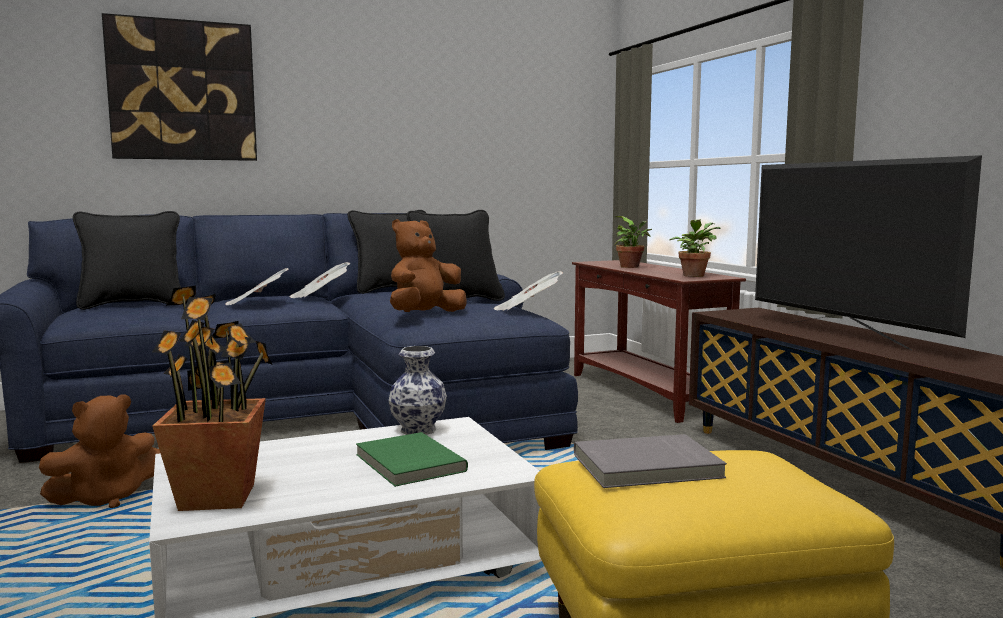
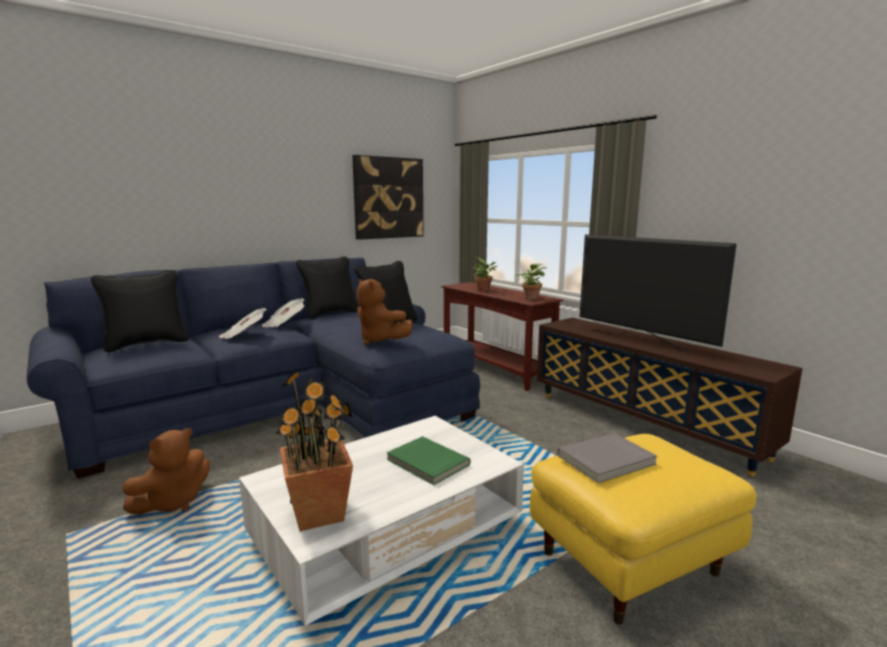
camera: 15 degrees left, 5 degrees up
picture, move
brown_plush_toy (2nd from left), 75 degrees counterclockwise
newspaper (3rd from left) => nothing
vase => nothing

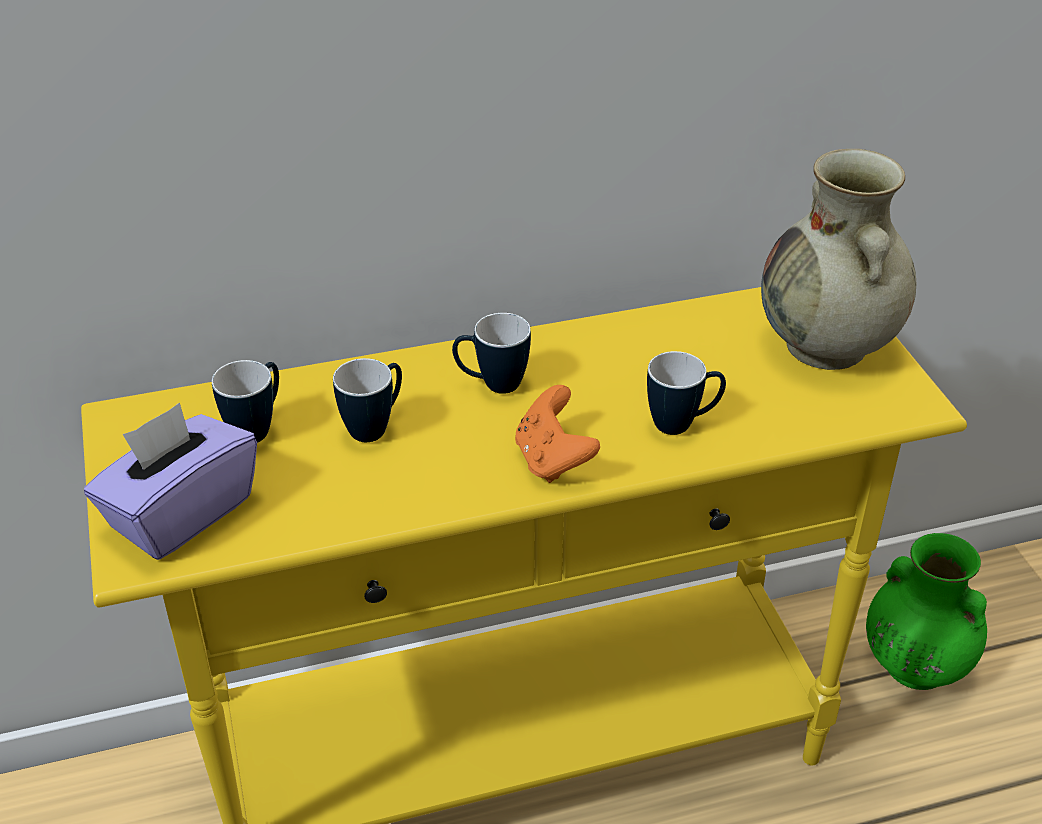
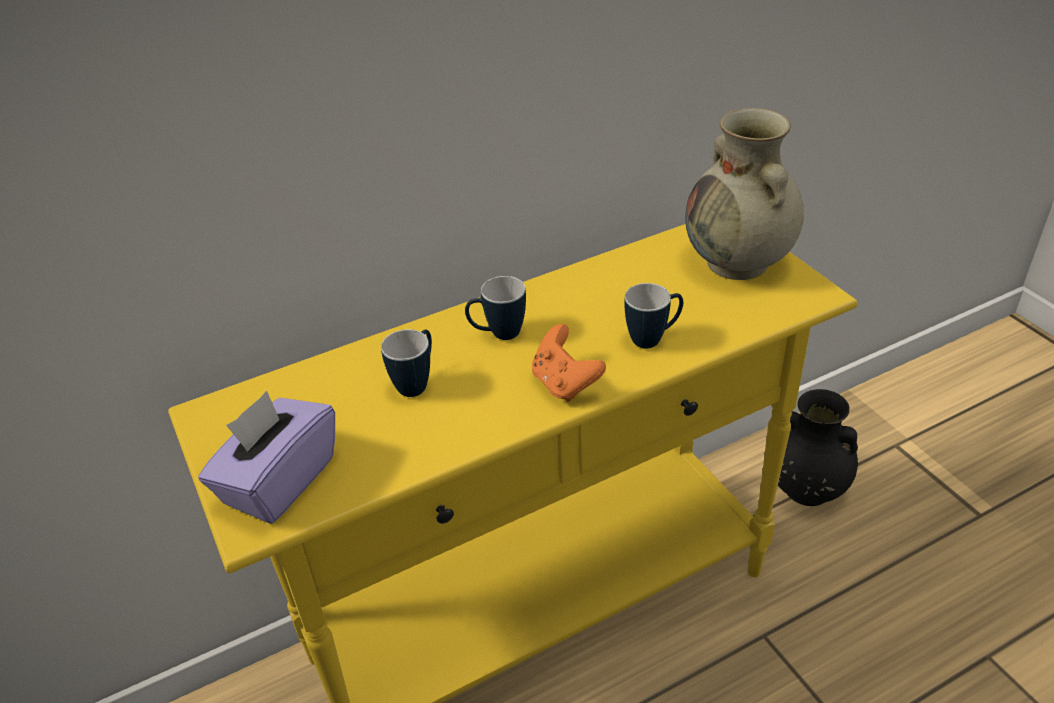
camera: 10 degrees left, 0 degrees up
mug (1st from left) => nothing
green_vase => black_vase

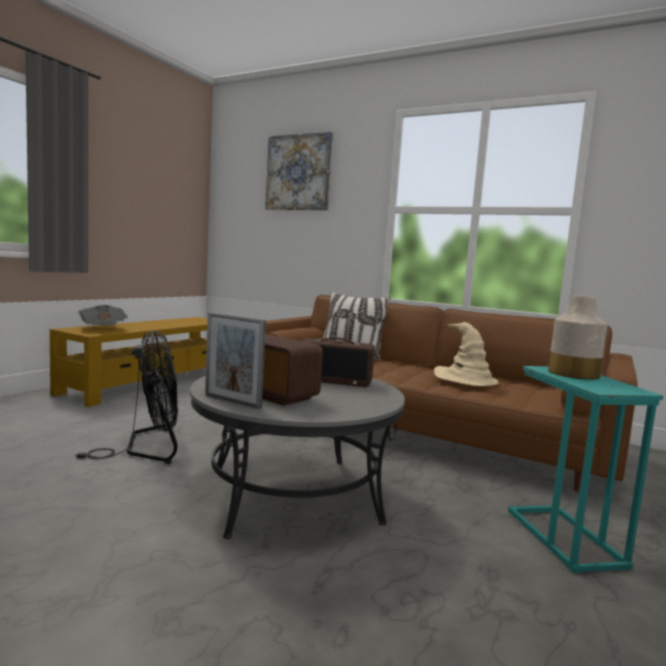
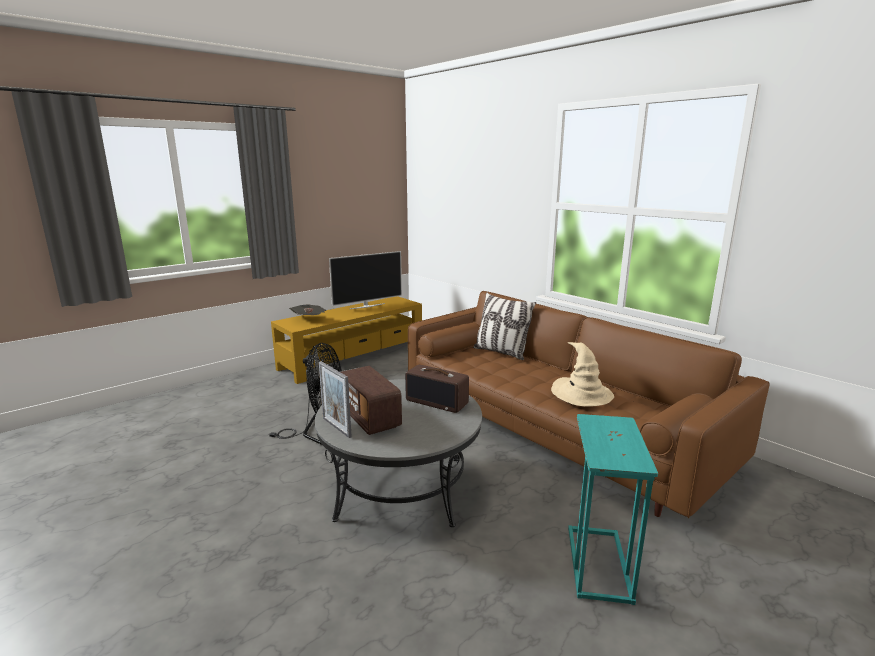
camera: 20 degrees right, 10 degrees up
picture => nothing
beige_vase => nothing
nothing => television

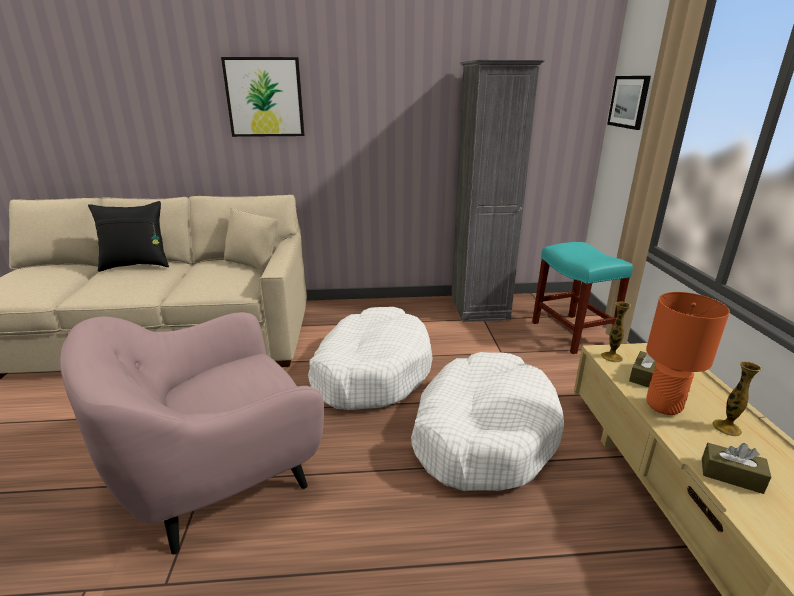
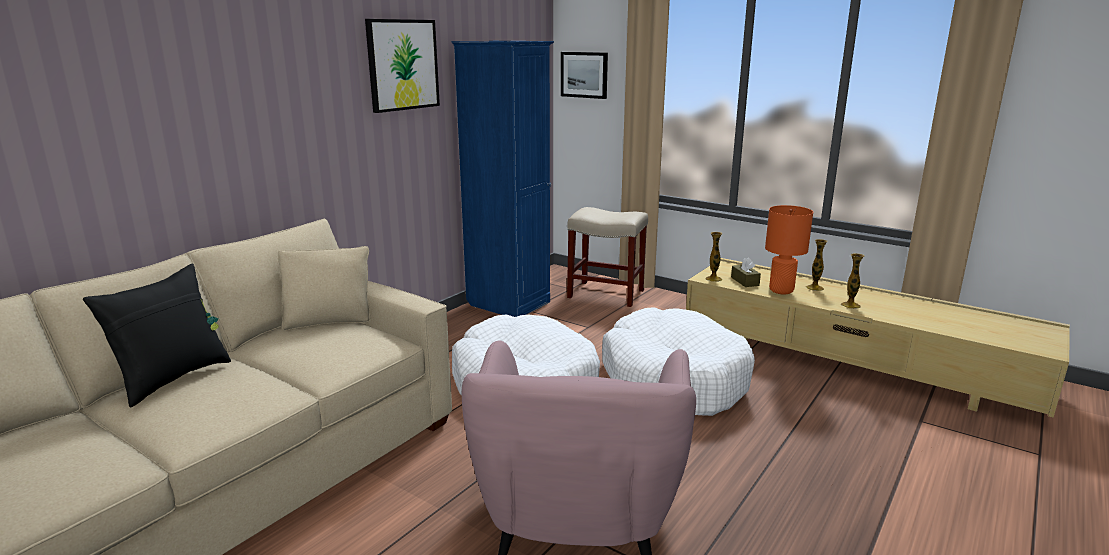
camera: 50 degrees left, 5 degrees down
picture (1st from left), move
grey_cabinet => blue_cabinet
turquoise_stool => beige_stool
brown_tissue_box (2nd from left) => vase (3rd from left)

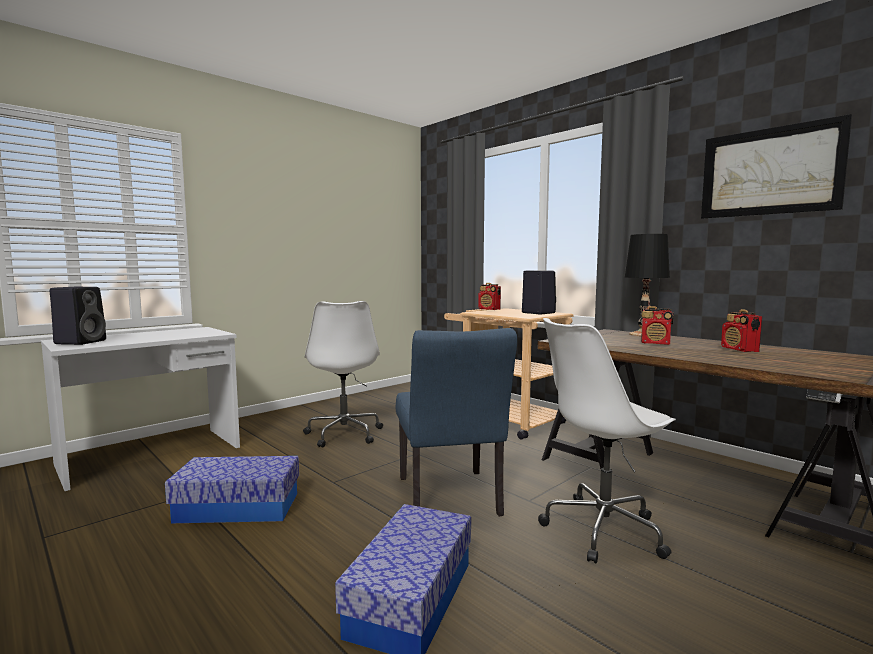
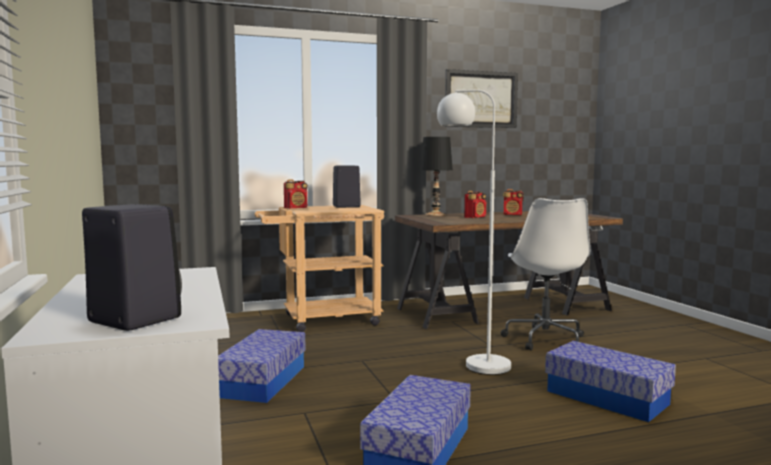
camera: 65 degrees left, 0 degrees up
white_office_chair (1st from left) => storage_box (1st from left)
blue_chair => white_floor_lamp

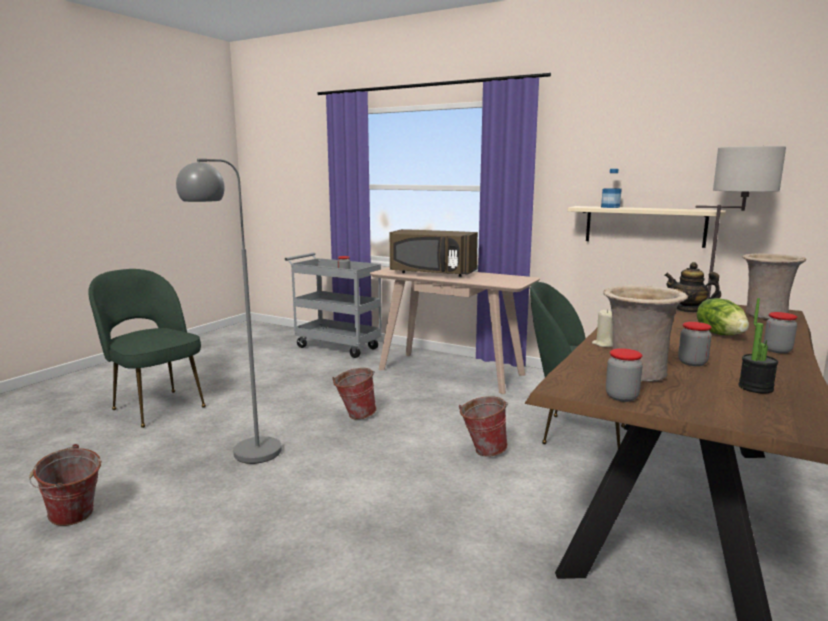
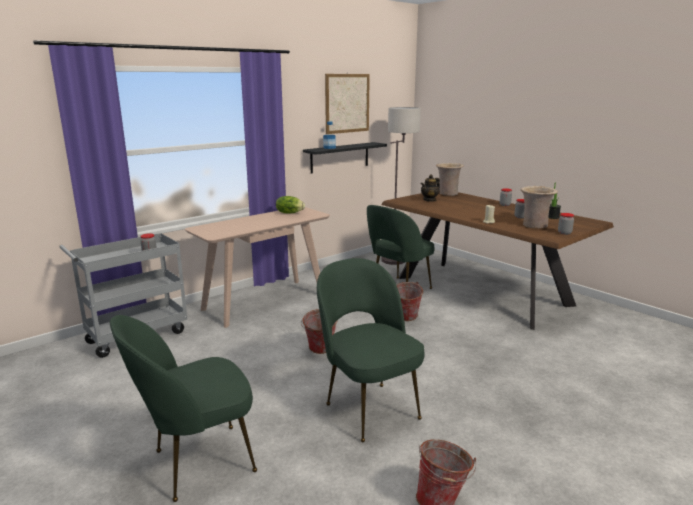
camera: 70 degrees left, 5 degrees up
grey_floor_lamp (1st from left) => green_chair (2nd from left)
beige_shelf => black_shelf
brown_microwave => nothing
lettuce, move
nothing => picture

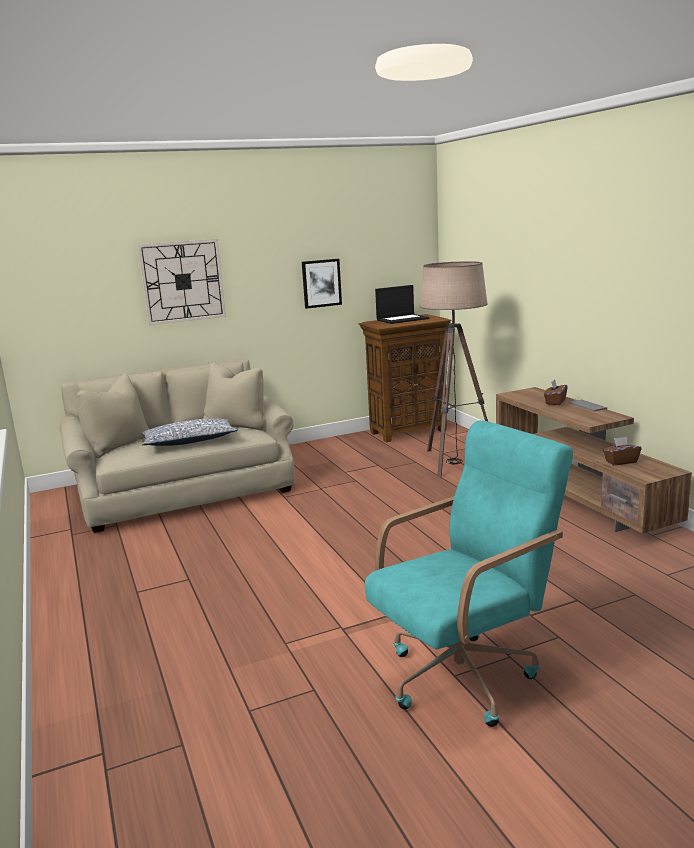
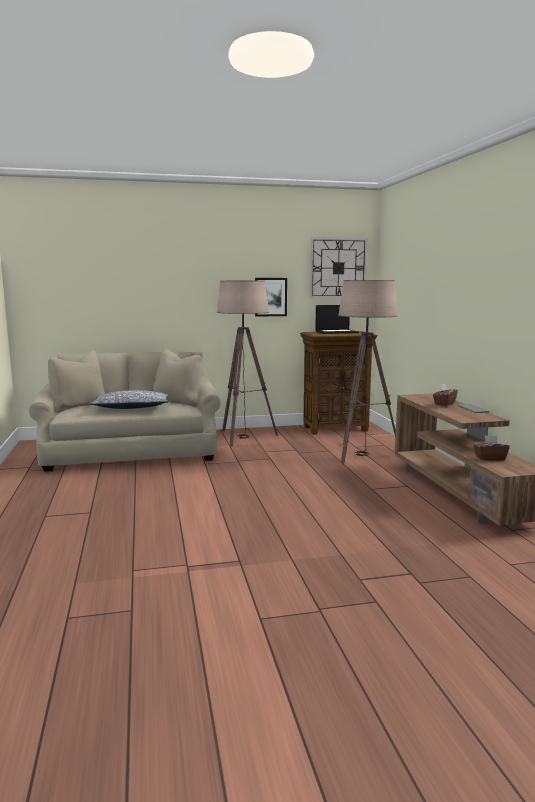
camera: 10 degrees right, 5 degrees down
wall_clock, move
turquoise_office_chair => nothing
nothing => floor_lamp (1st from left)

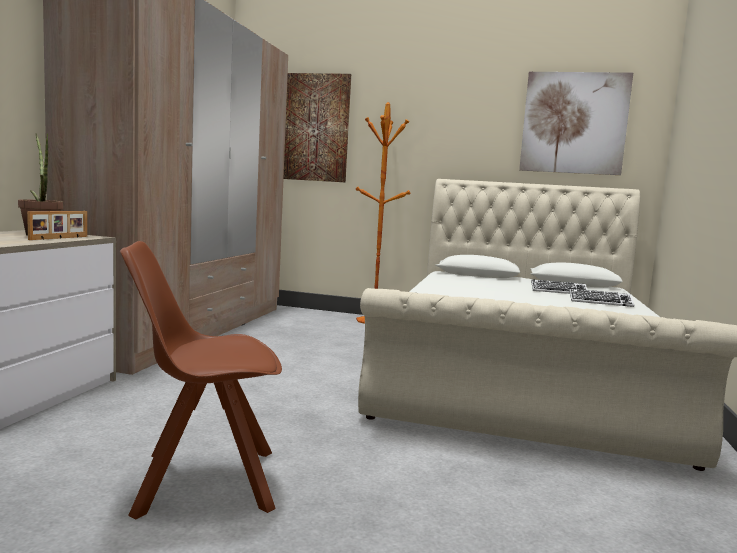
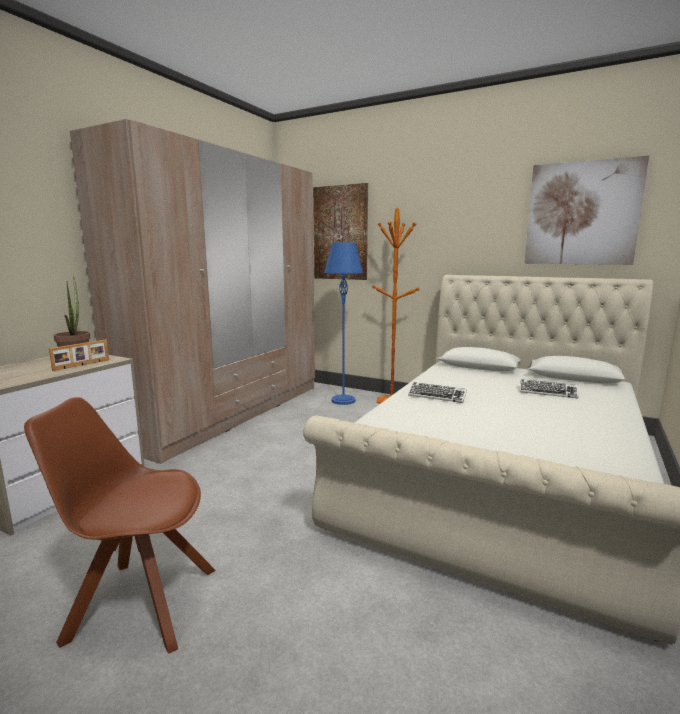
camera: 15 degrees right, 5 degrees up
keyboard (2nd from left in the first image) => keyboard (1st from left), move
nothing => blue_floor_lamp

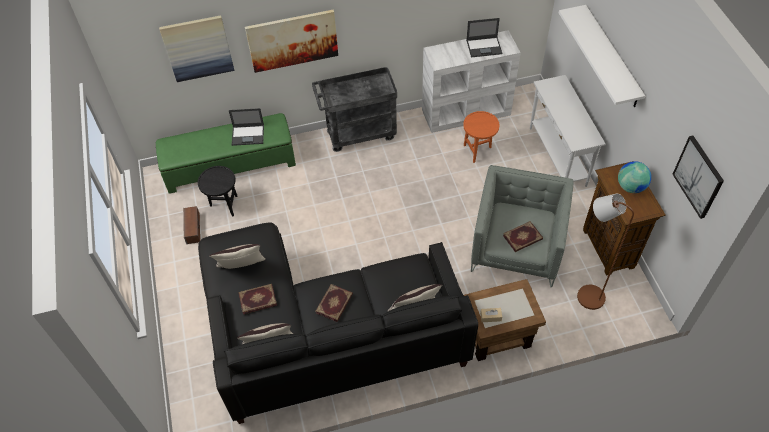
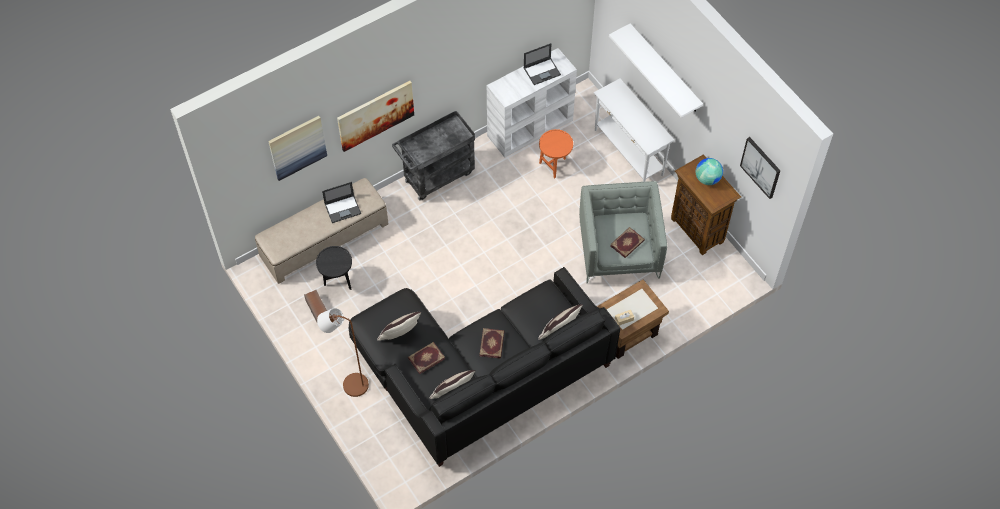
camera: 20 degrees left, 5 degrees up
green_bench => beige_bench
brown_floor_lamp, move

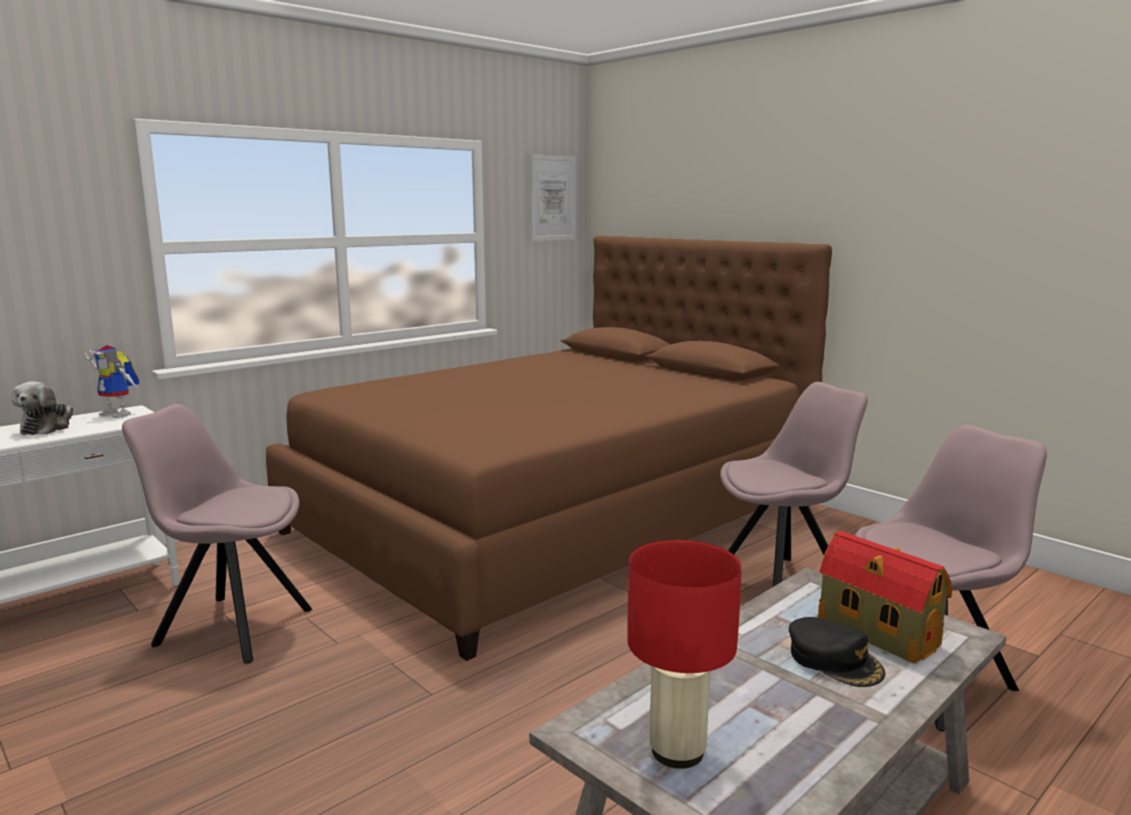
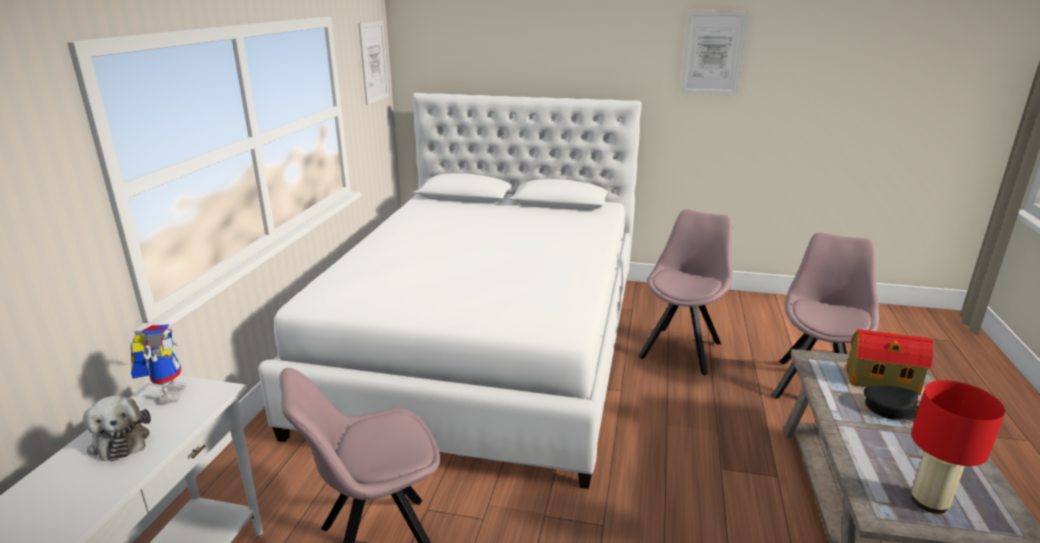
camera: 35 degrees left, 10 degrees up
brown_bed => white_bed
toy_robot, 90 degrees counterclockwise
nothing => picture (2nd from left)

